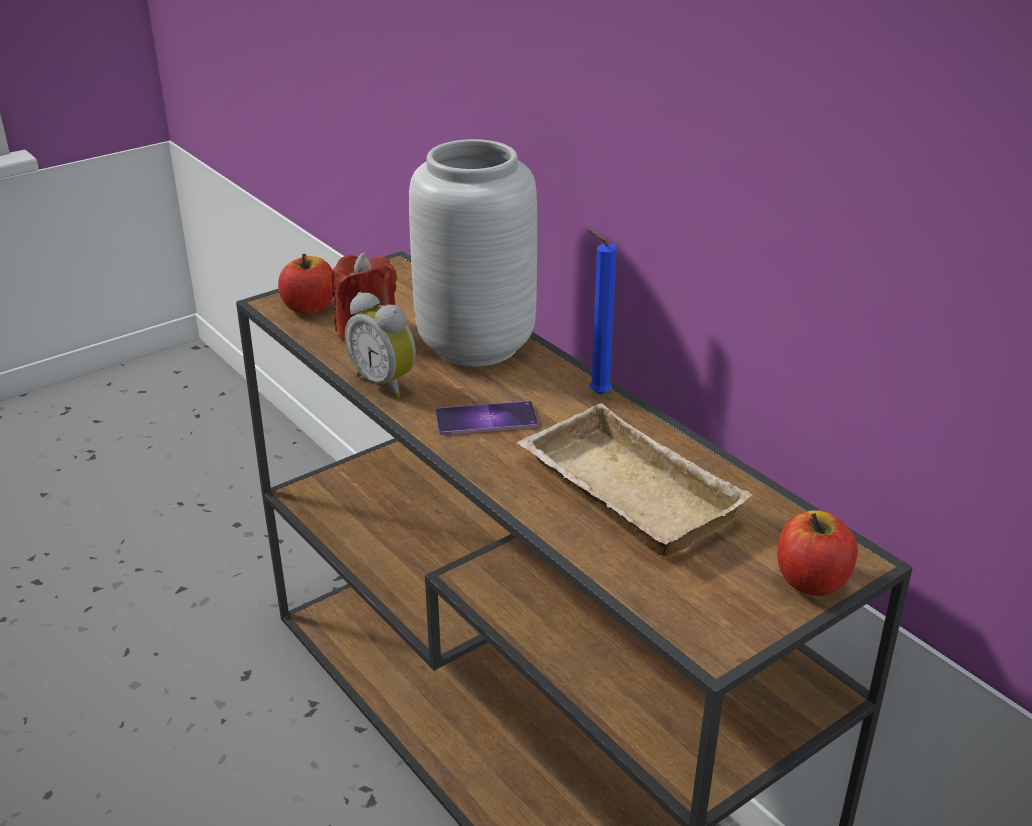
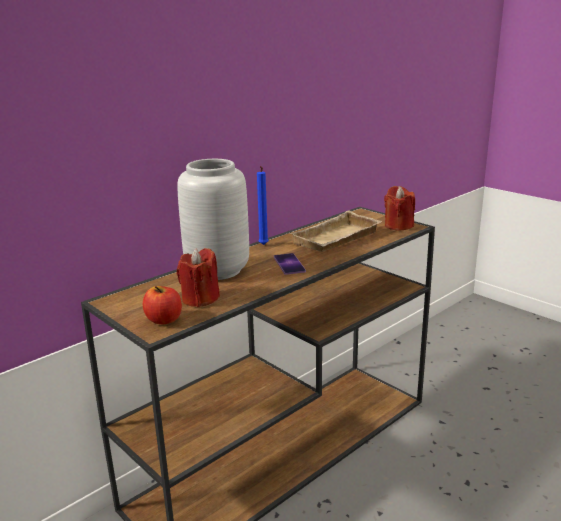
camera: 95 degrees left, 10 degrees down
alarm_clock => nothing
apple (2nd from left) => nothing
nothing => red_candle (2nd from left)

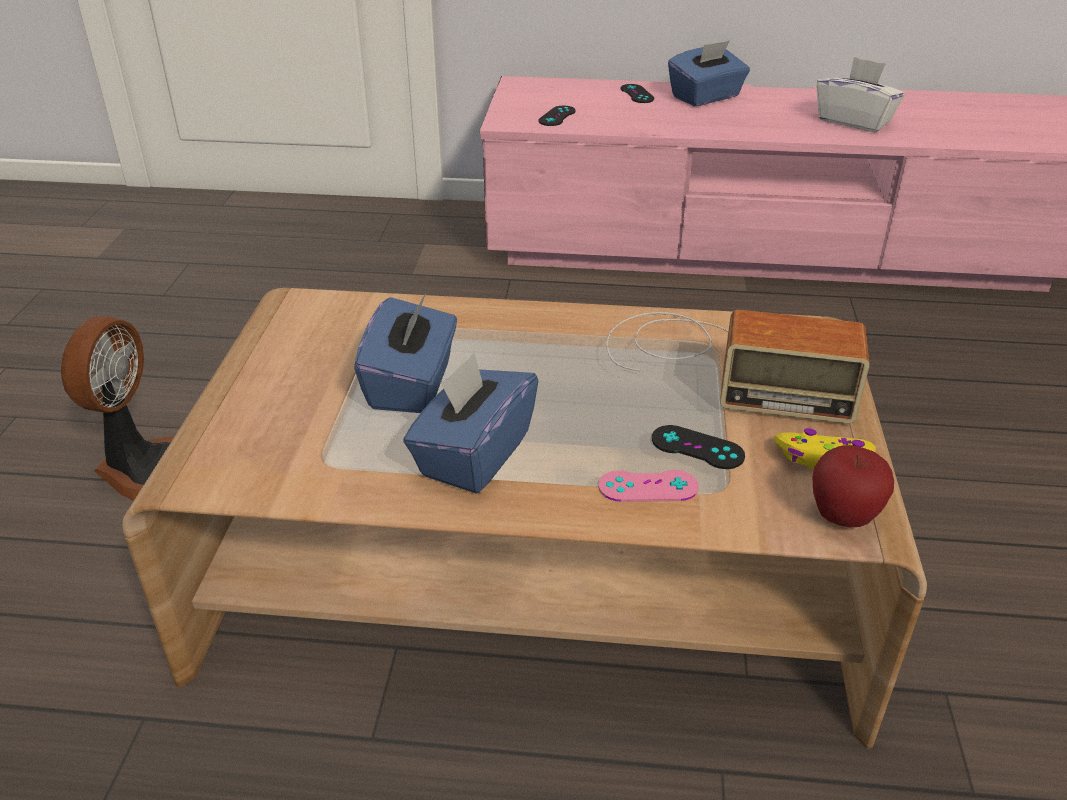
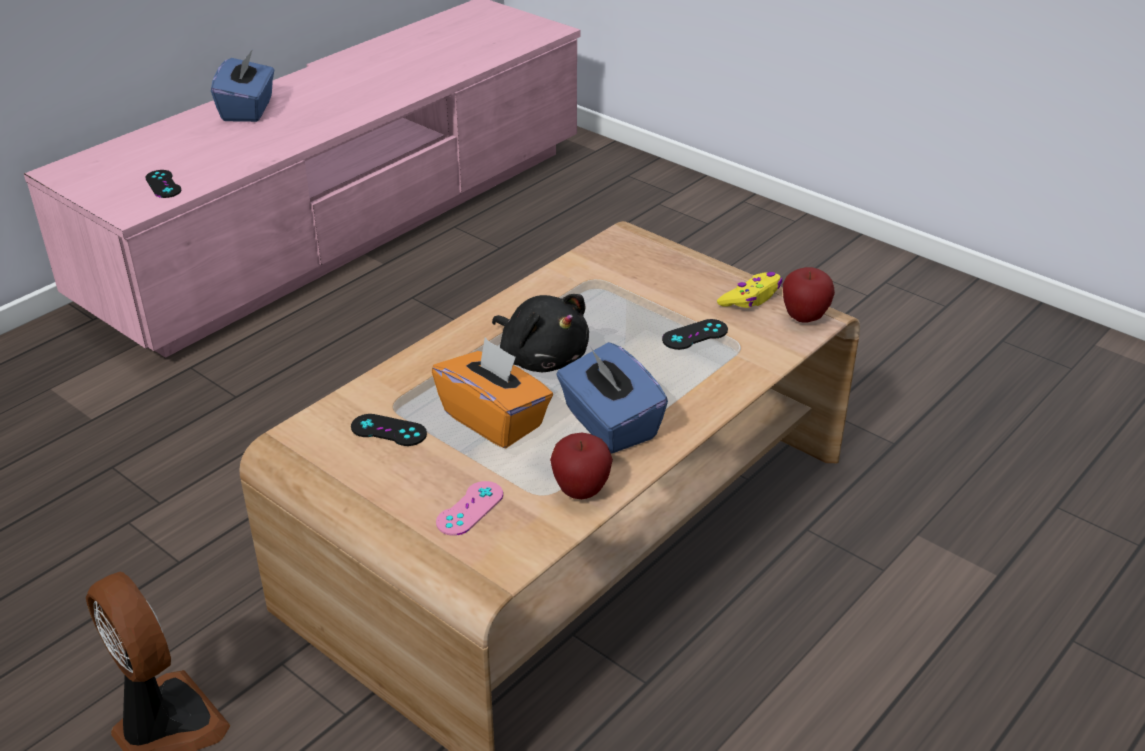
camera: 55 degrees left, 0 degrees up
white_tissue_box => nothing
black_game_controller (2nd from left), move
blue_tissue_box (1st from left) => orange_tissue_box
radio => nothing
pink_game_controller, move
nothing => black_plush_toy
nothing => apple (1st from left)

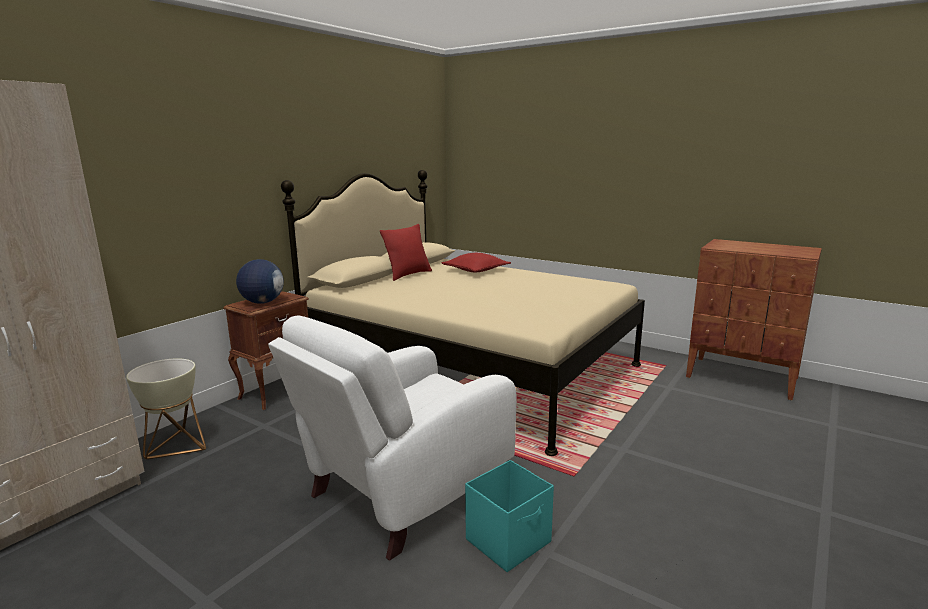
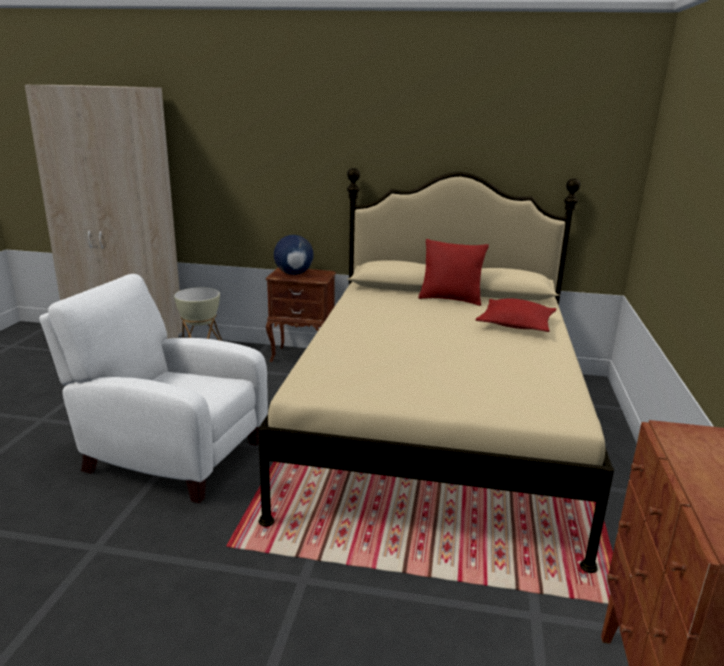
camera: 65 degrees right, 5 degrees up
turquoise_storage_box => nothing

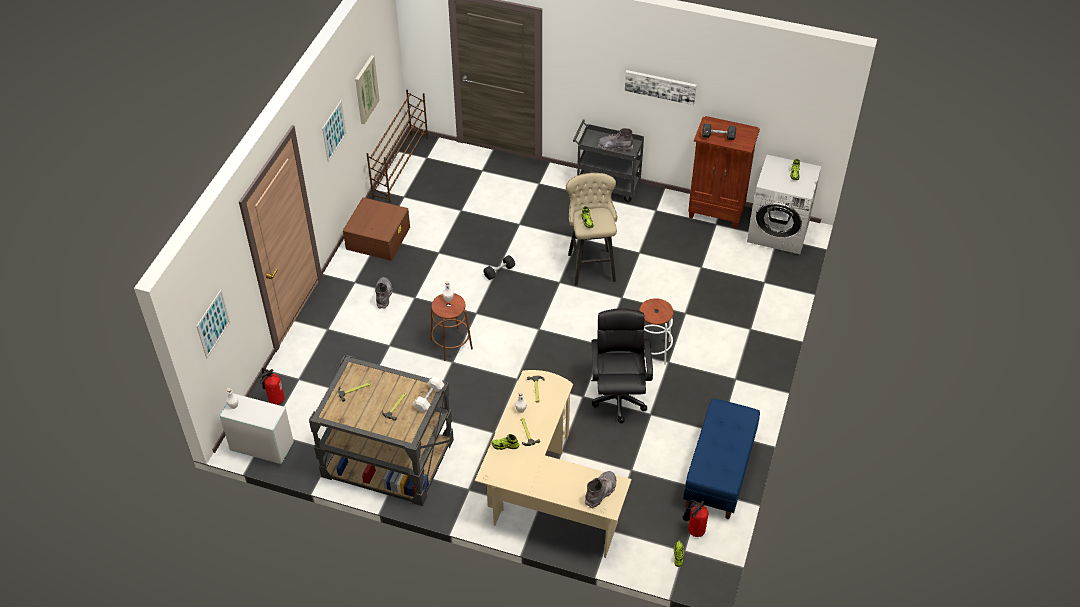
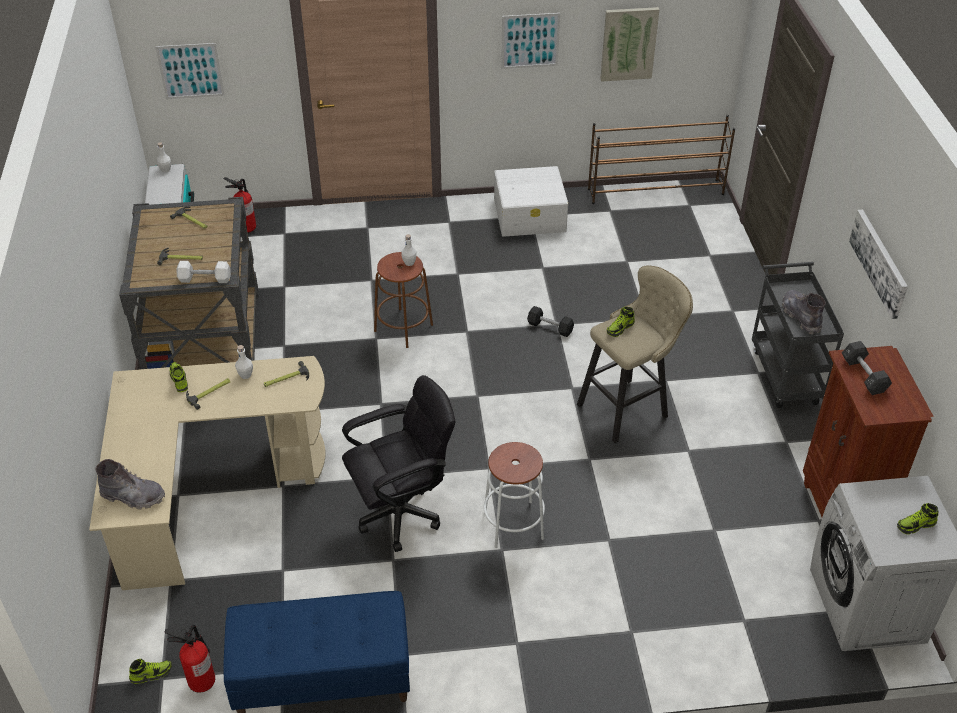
camera: 65 degrees right, 5 degrees down
brown_storage_box => white_storage_box
grey_boot (1st from left) => nothing

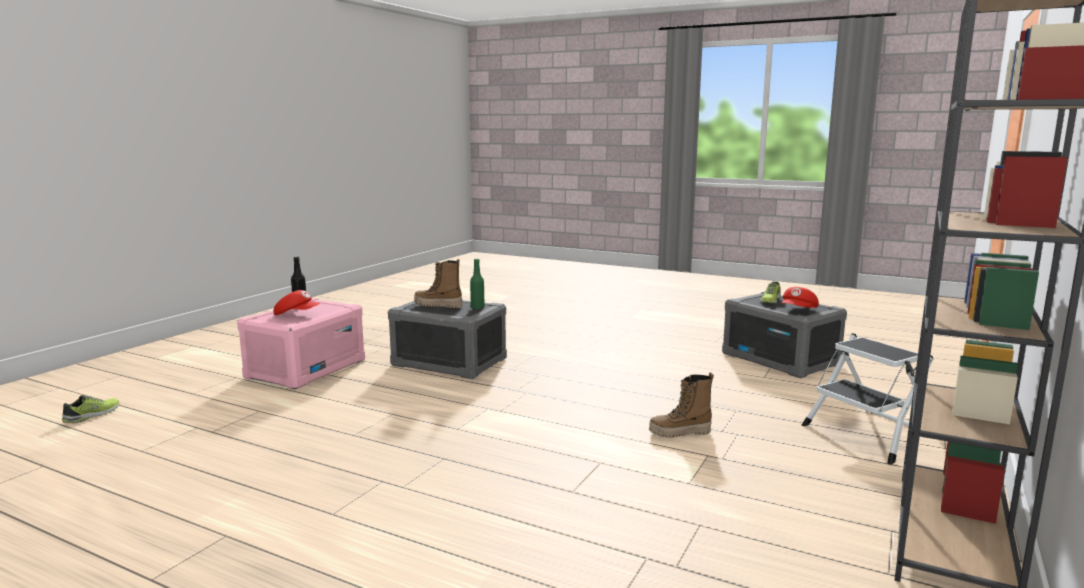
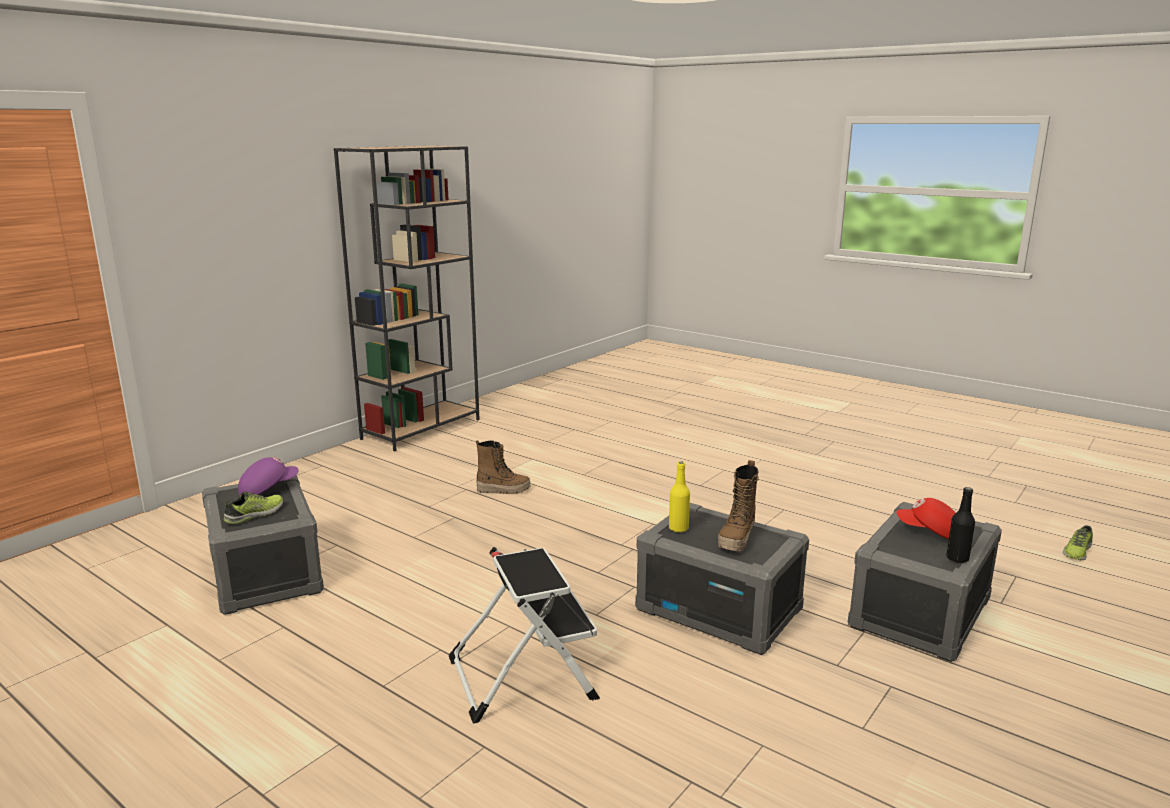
camera: 170 degrees left, 5 degrees up
boot (1st from left in the first image) => boot (2nd from left), 90 degrees clockwise
green_bottle => yellow_bottle
red_cap (2nd from left) => purple_cap
pink_storage_box => grey_storage_box (3rd from left)
step_ladder, move

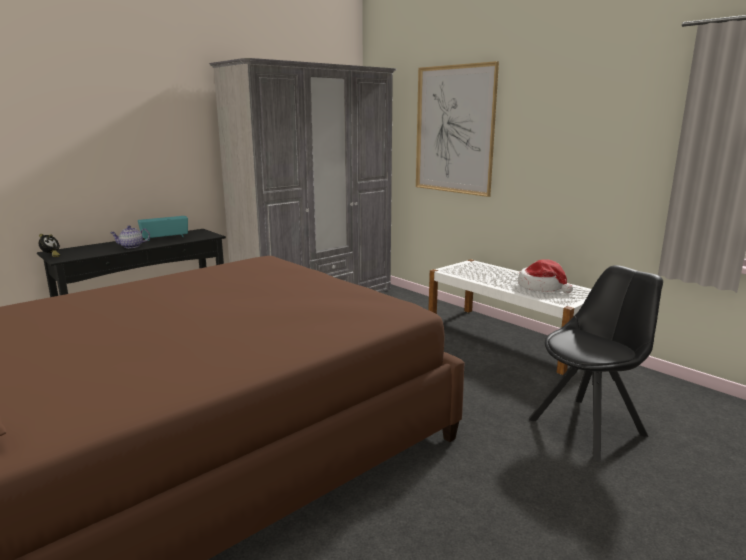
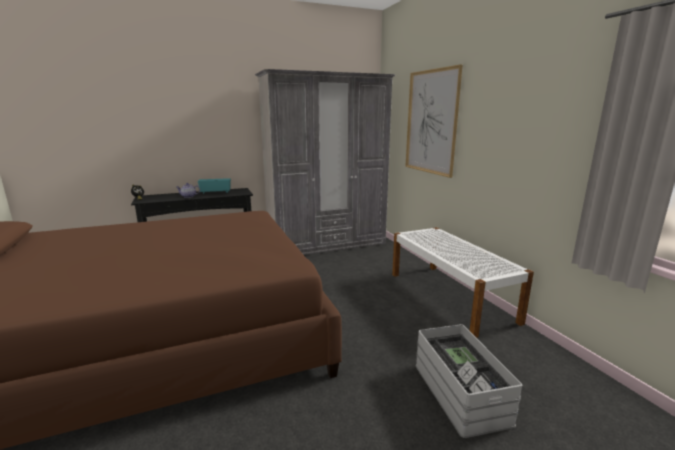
camera: 20 degrees right, 0 degrees up
hat => nothing
black_chair => grey_storage_box

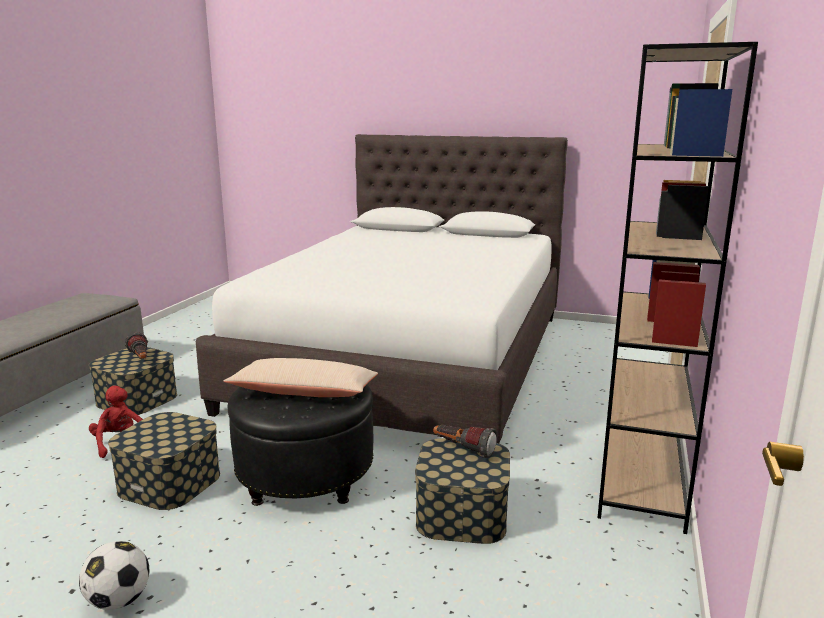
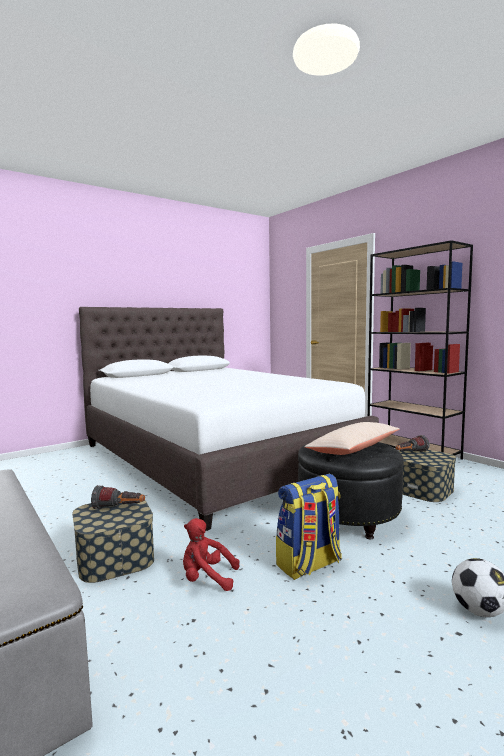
camera: 55 degrees left, 10 degrees down
storage_box (2nd from left) => backpack

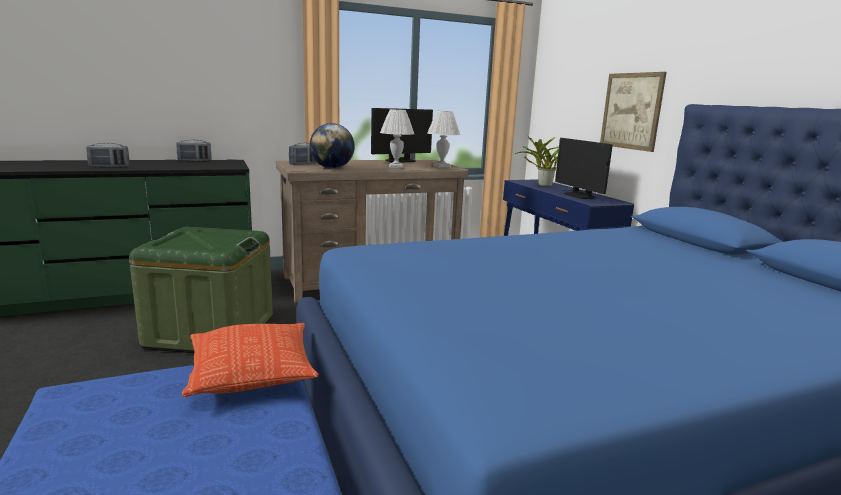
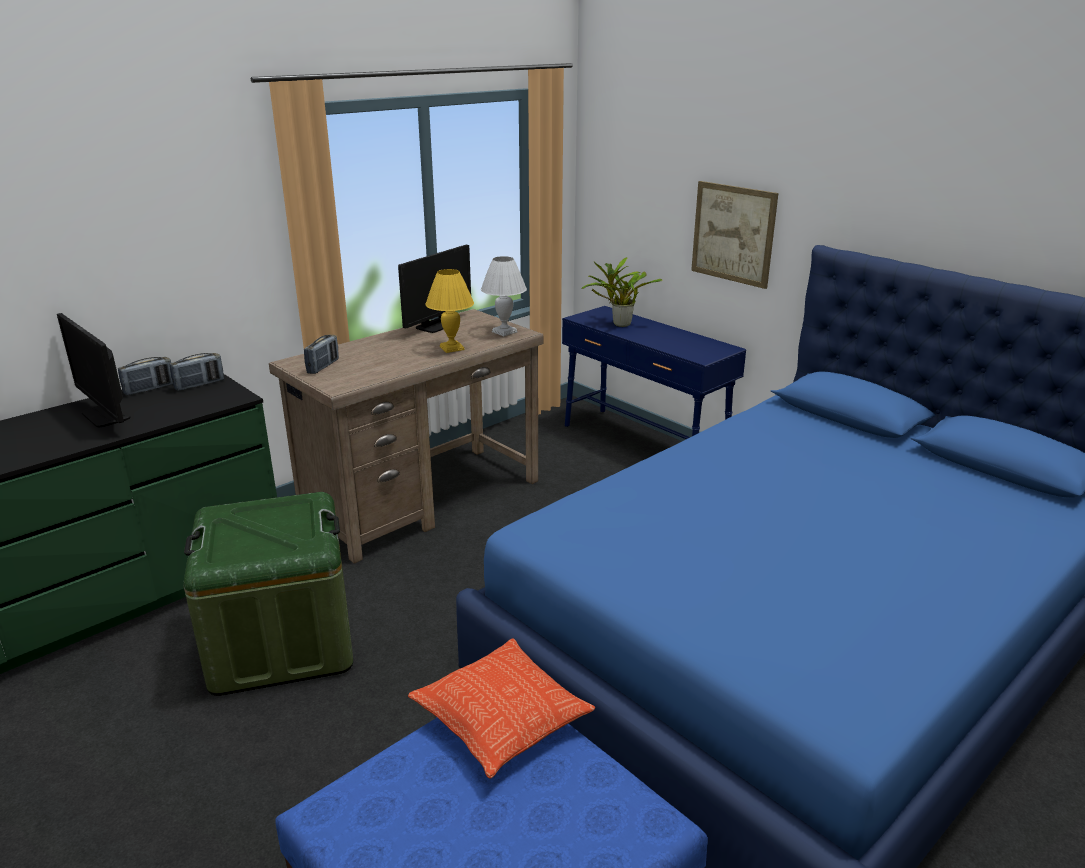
camera: 20 degrees left, 10 degrees up
white_table_lamp (1st from left) => yellow_table_lamp
globe => nothing
monitor (2nd from left in the first image) => monitor (1st from left), move
radio (1st from left in the first image) => radio (2nd from left), move

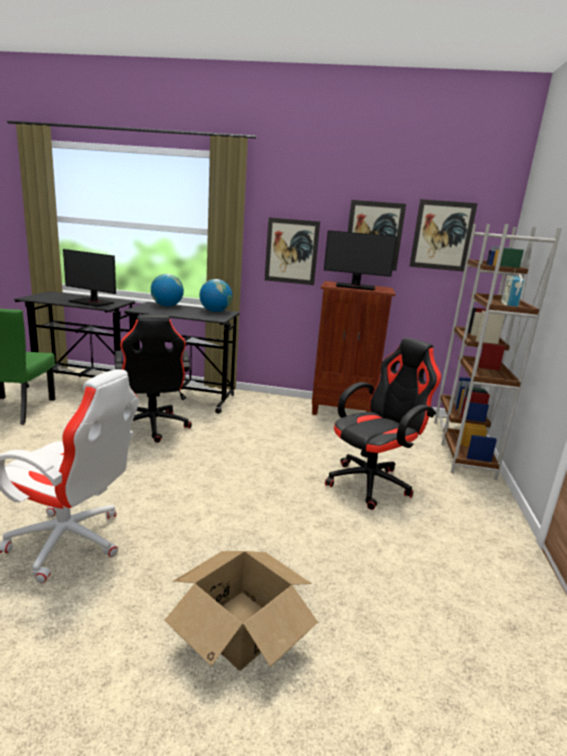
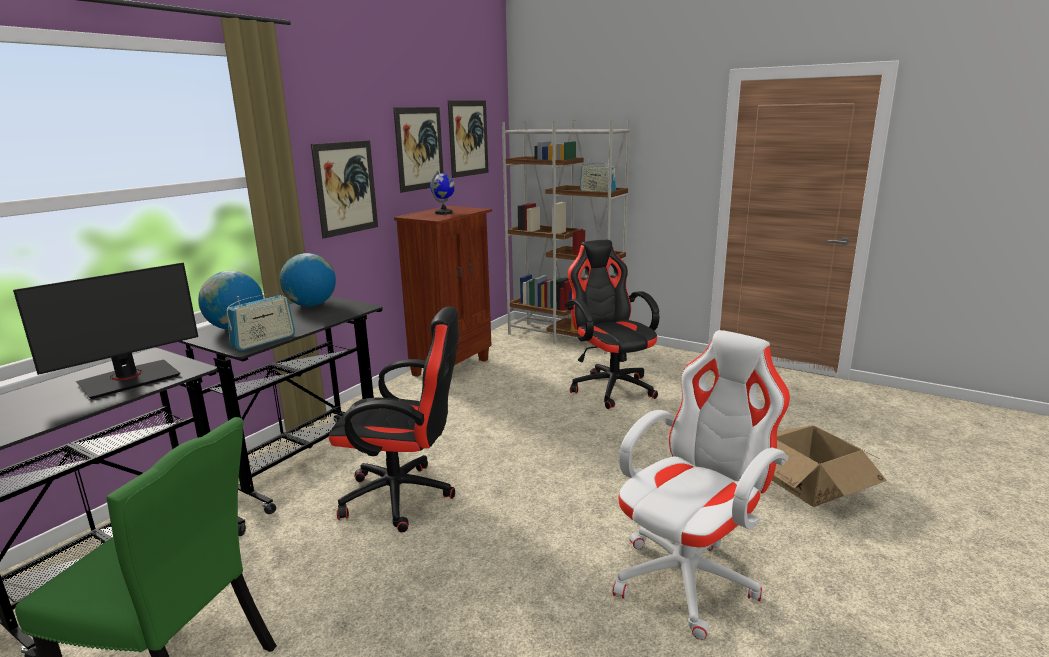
camera: 65 degrees left, 0 degrees up
monitor (2nd from left) => globe (3rd from left)
nothing => radio (1st from left)

